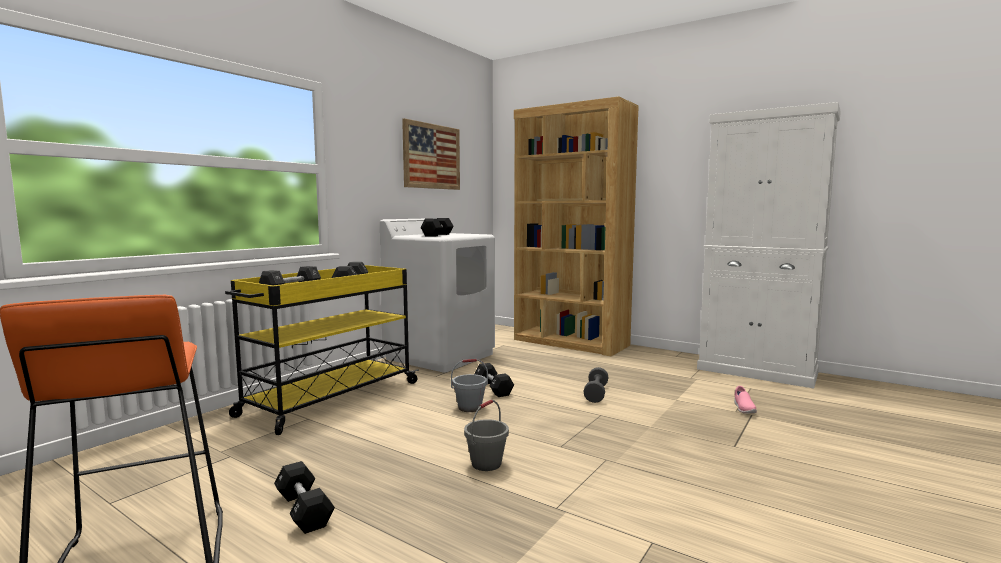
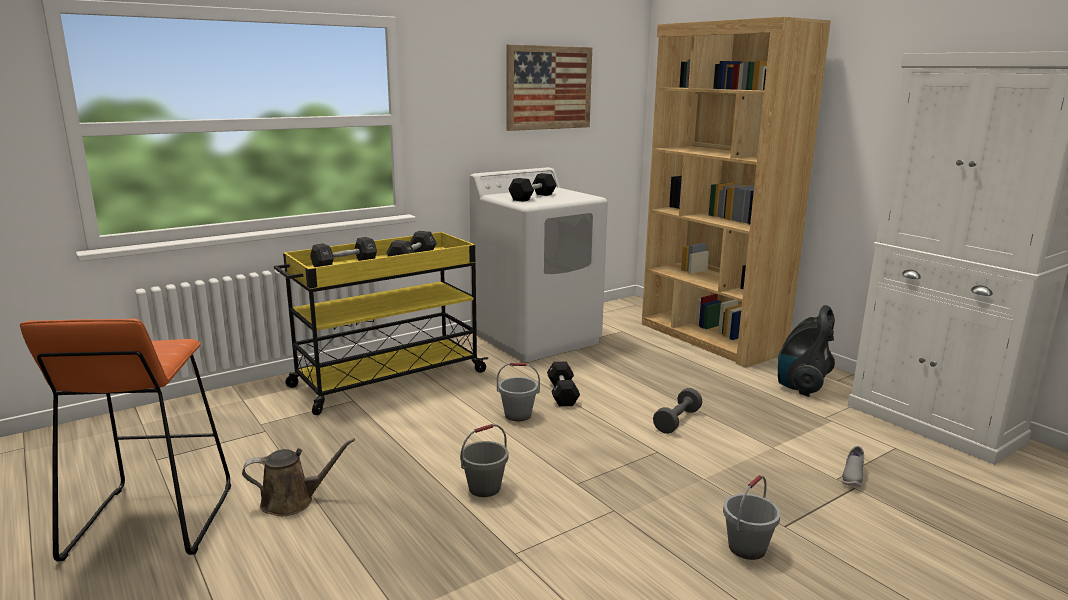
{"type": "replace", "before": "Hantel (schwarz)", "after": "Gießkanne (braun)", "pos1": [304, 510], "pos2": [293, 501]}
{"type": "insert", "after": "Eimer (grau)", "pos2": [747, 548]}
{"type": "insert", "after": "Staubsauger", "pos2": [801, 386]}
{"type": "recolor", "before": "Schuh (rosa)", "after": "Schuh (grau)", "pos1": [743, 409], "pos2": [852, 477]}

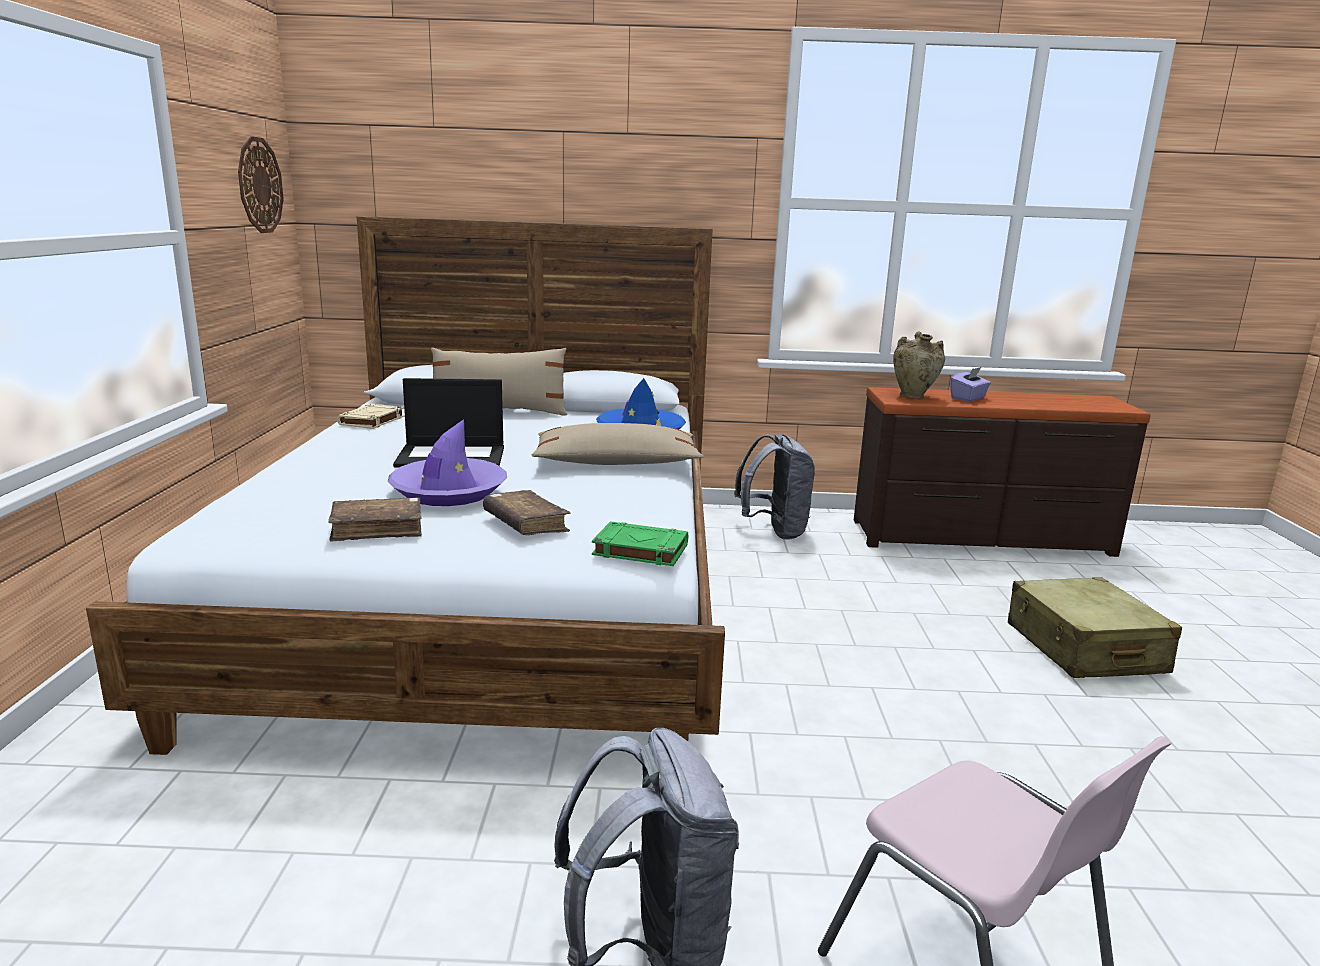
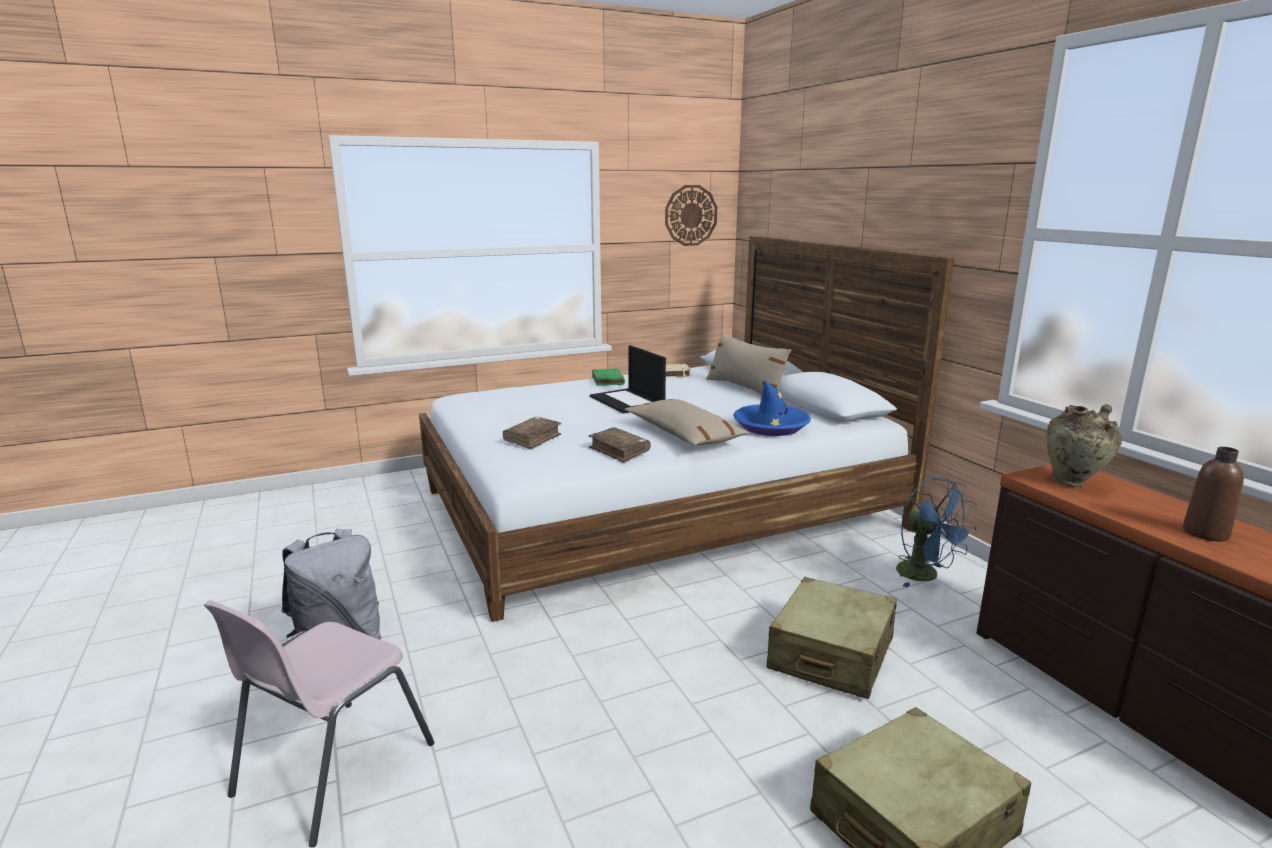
{"type": "move", "before": "Buch (braun)", "pos1": [377, 529], "pos2": [619, 451]}
{"type": "move", "before": "Buch (grün)", "pos1": [639, 550], "pos2": [607, 380]}
{"type": "insert", "after": "Koffer (beige)", "pos2": [831, 654]}
{"type": "replace", "before": "Rucksack (grau)", "after": "Ventilator (blau)", "pos1": [774, 531], "pos2": [925, 576]}
{"type": "insert", "after": "Flasche (braun)", "pos2": [1205, 533]}
{"type": "delete", "before": "Hut (lila)", "pos1": [448, 492]}
{"type": "delete", "before": "Taschentuchbox (lila)", "pos1": [968, 398]}

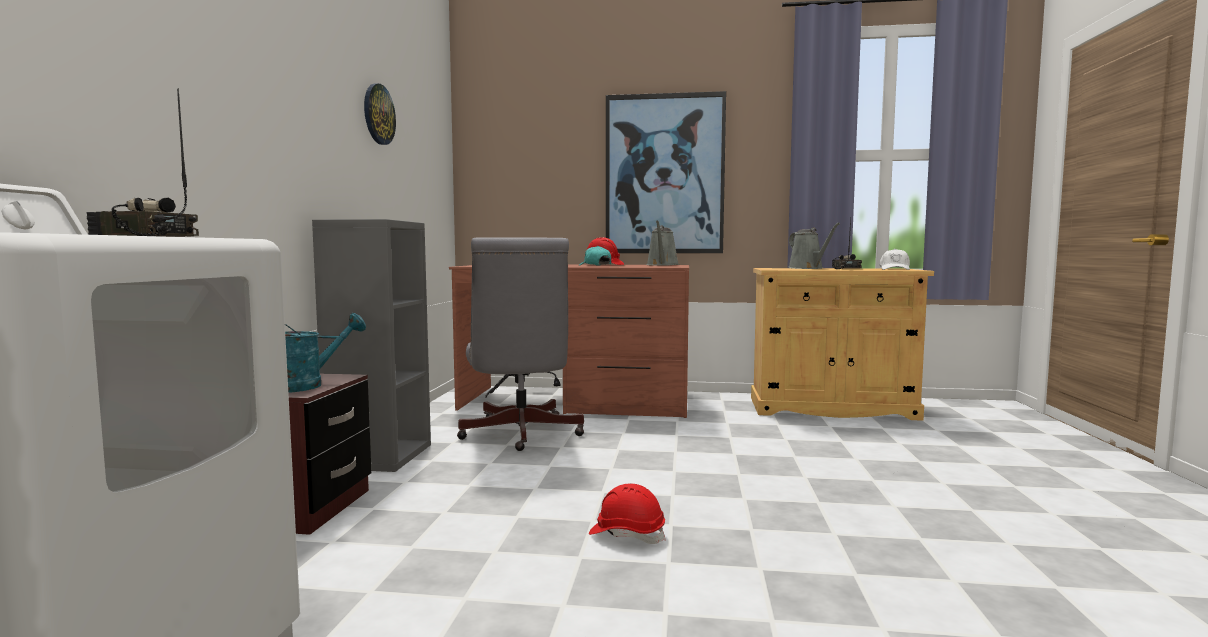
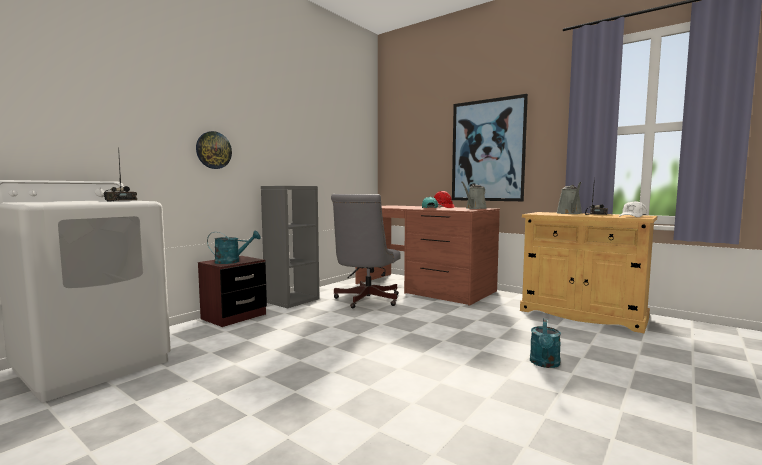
{"type": "move", "before": "Wanduhr", "pos1": [378, 114], "pos2": [213, 150]}
{"type": "insert", "after": "Gießkanne (türkis)", "pos2": [545, 364]}
{"type": "delete", "before": "Schutzhelm (rot)", "pos1": [627, 535]}

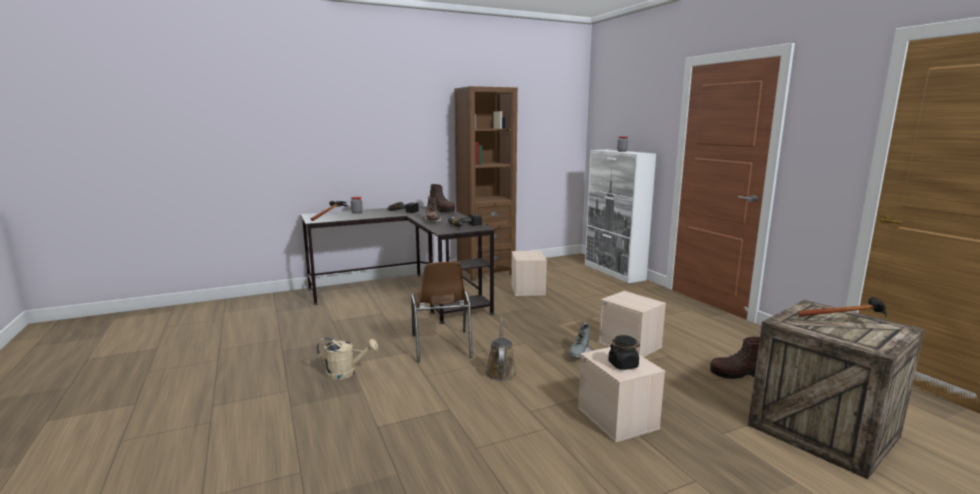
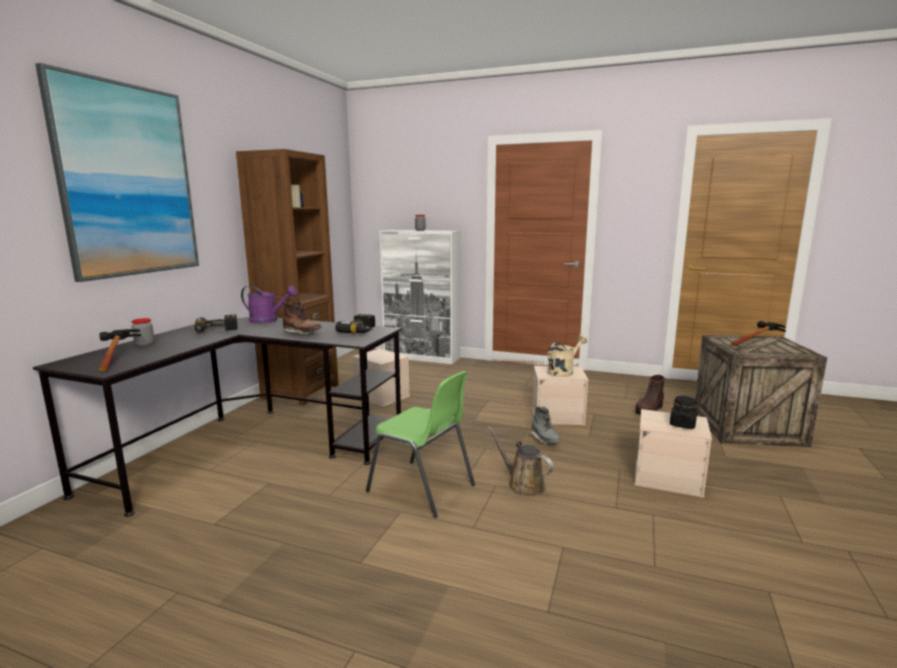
{"type": "insert", "after": "Bild", "pos2": [128, 181]}
{"type": "replace", "before": "Stiefel (braun)", "after": "Gießkanne (lila)", "pos1": [442, 211], "pos2": [268, 320]}
{"type": "recolor", "before": "Stuhl (braun)", "after": "Stuhl (grün)", "pos1": [441, 347], "pos2": [422, 489]}
{"type": "move", "before": "Gießkanne (beige)", "pos1": [346, 373], "pos2": [563, 372]}

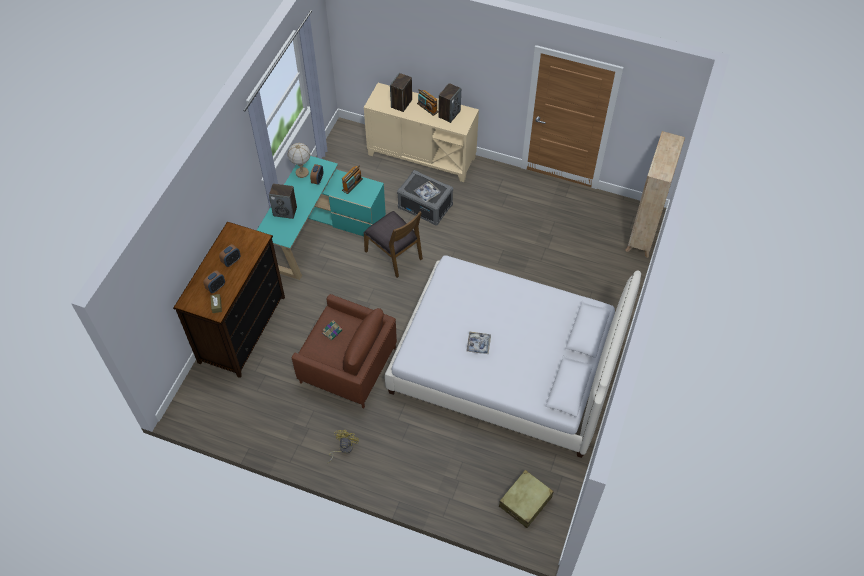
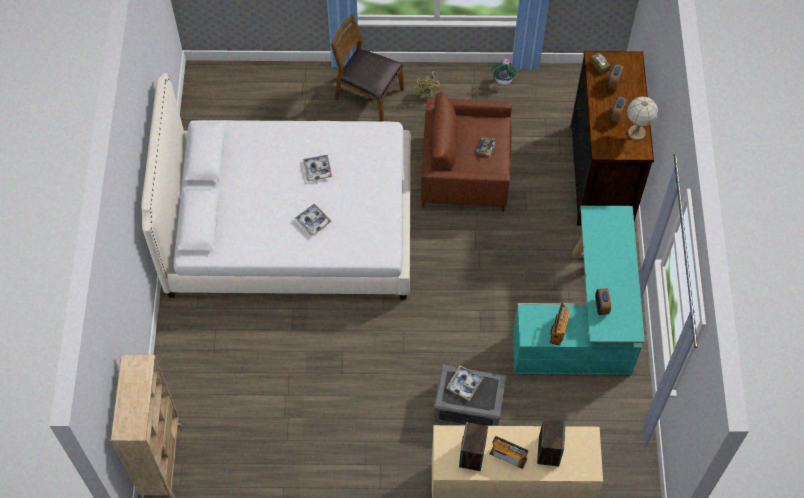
{"type": "insert", "after": "Tablett", "pos2": [313, 221]}
{"type": "move", "before": "Stuhl (braun)", "pos1": [394, 254], "pos2": [368, 95]}
{"type": "insert", "after": "Ventilator (grün)", "pos2": [503, 80]}
{"type": "move", "before": "Tischlampe", "pos1": [302, 172], "pos2": [636, 133]}
{"type": "delete", "before": "Lautsprecher", "pos1": [285, 211]}
{"type": "delete", "before": "Koffer (beige)", "pos1": [525, 502]}

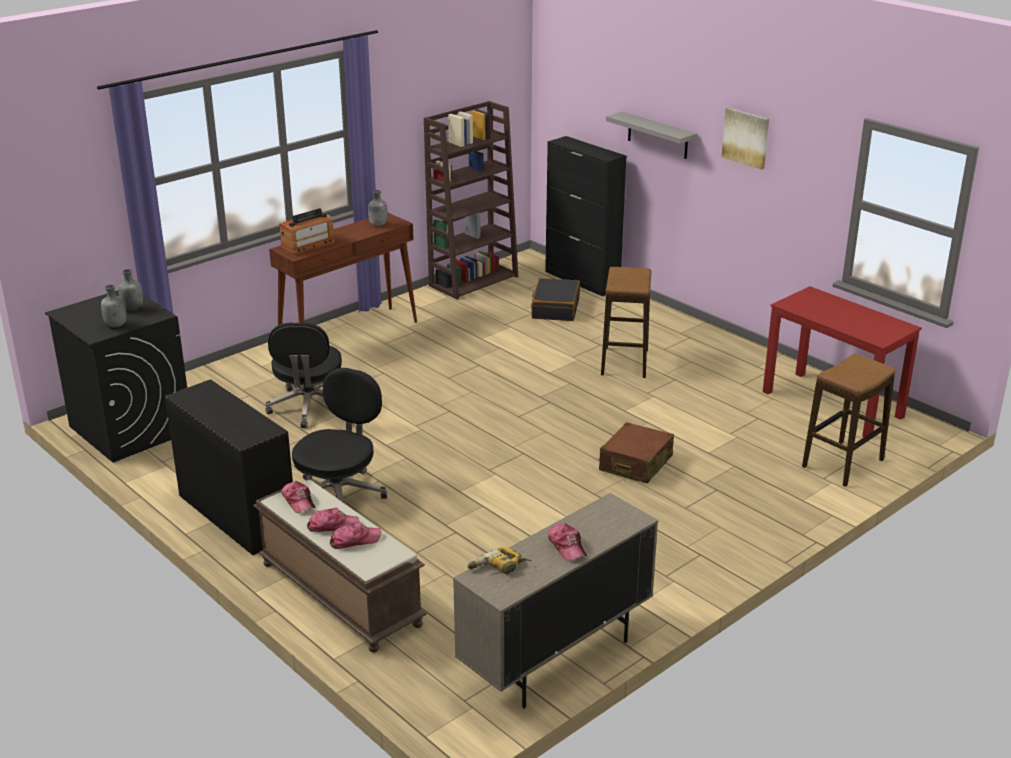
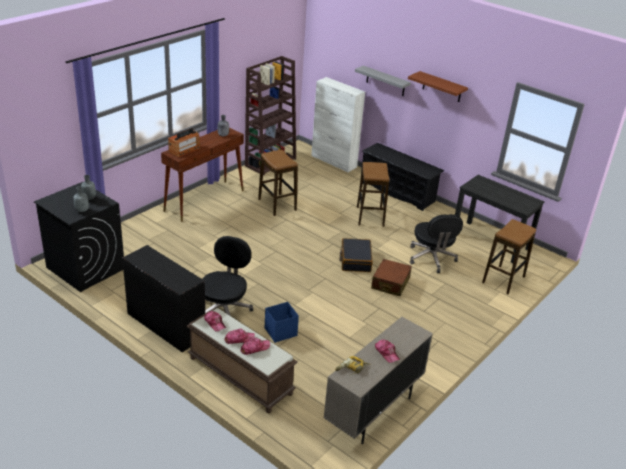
{"type": "insert", "after": "Hocker", "pos2": [277, 205]}
{"type": "insert", "after": "Aufbewahrungsbox (blau)", "pos2": [280, 332]}
{"type": "recolor", "before": "Schrank (schwarz)", "after": "Schrank (weiß)", "pos1": [582, 280], "pos2": [334, 161]}
{"type": "move", "before": "Koffer (schwarz)", "pos1": [555, 308], "pos2": [355, 260]}
{"type": "insert", "after": "Schuhregal (schwarz)", "pos2": [397, 192]}
{"type": "replace", "before": "Bild", "after": "Wandregal (braun)", "pos1": [746, 137], "pos2": [442, 87]}
{"type": "move", "before": "Bürostuhl (schwarz)", "pos1": [309, 407], "pos2": [431, 258]}
{"type": "recolor", "before": "Schreibtisch (rot)", "after": "Schreibtisch (schwarz)", "pos1": [832, 404], "pos2": [490, 242]}

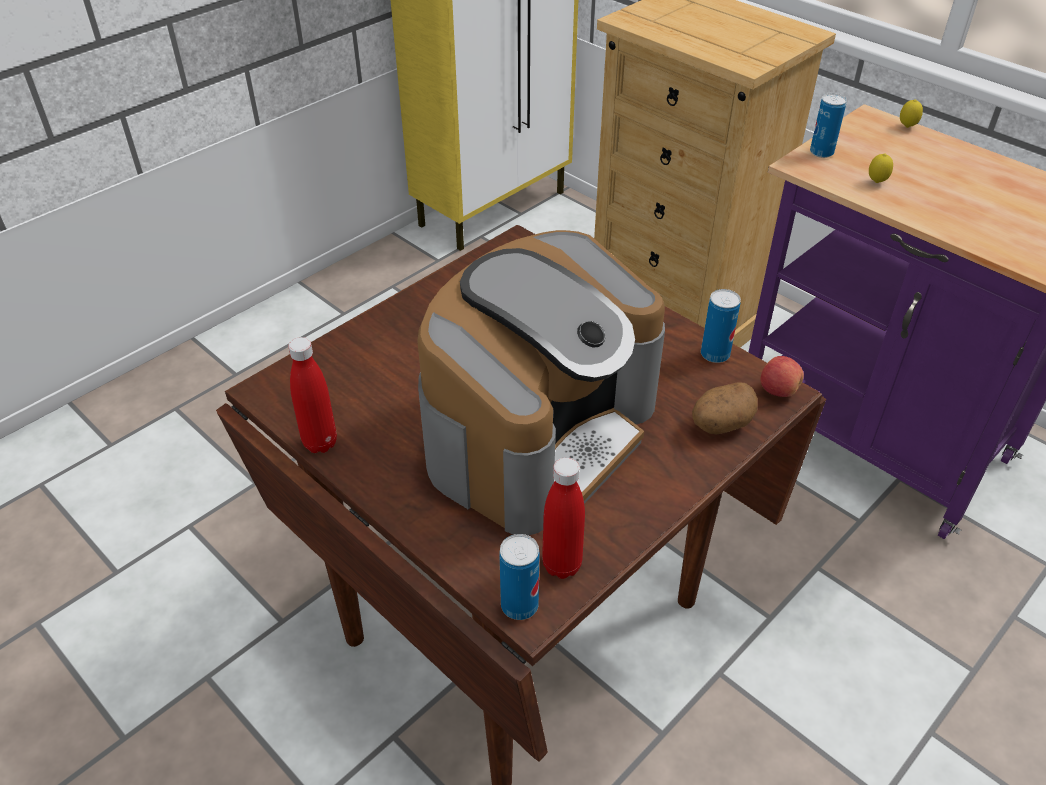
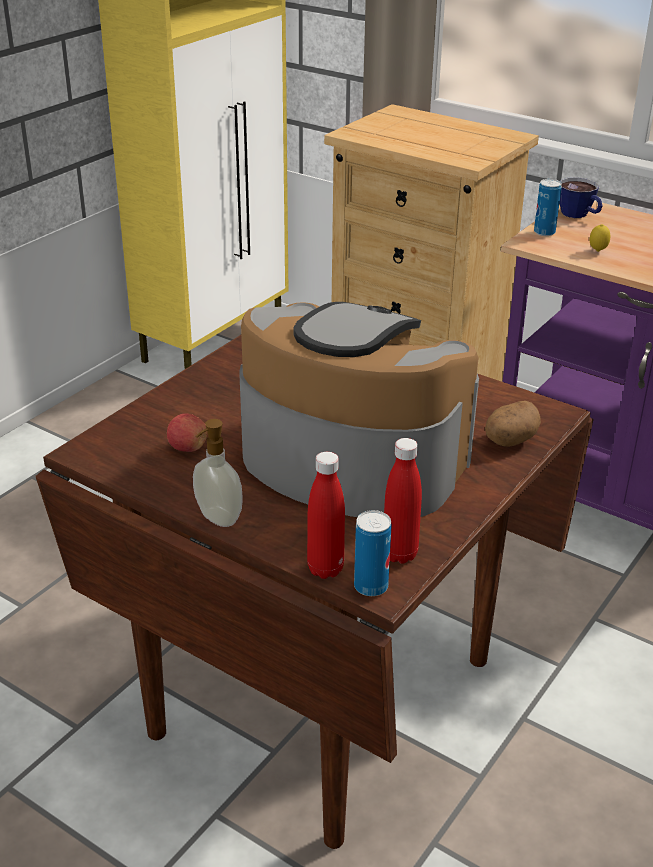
{"type": "move", "before": "Apfel", "pos1": [778, 390], "pos2": [187, 448]}
{"type": "insert", "after": "Seifenspender", "pos2": [217, 518]}
{"type": "rotate", "before": "Kaffeemaschine", "pos1": [538, 432], "pos2": [350, 461], "turn": -90}
{"type": "move", "before": "Flasche (rot)", "pos1": [320, 443], "pos2": [325, 569]}
{"type": "insert", "after": "Tasse", "pos2": [579, 215]}
{"type": "delete", "before": "Dose", "pos1": [715, 354]}
{"type": "delete", "before": "Zitrone", "pos1": [907, 127]}

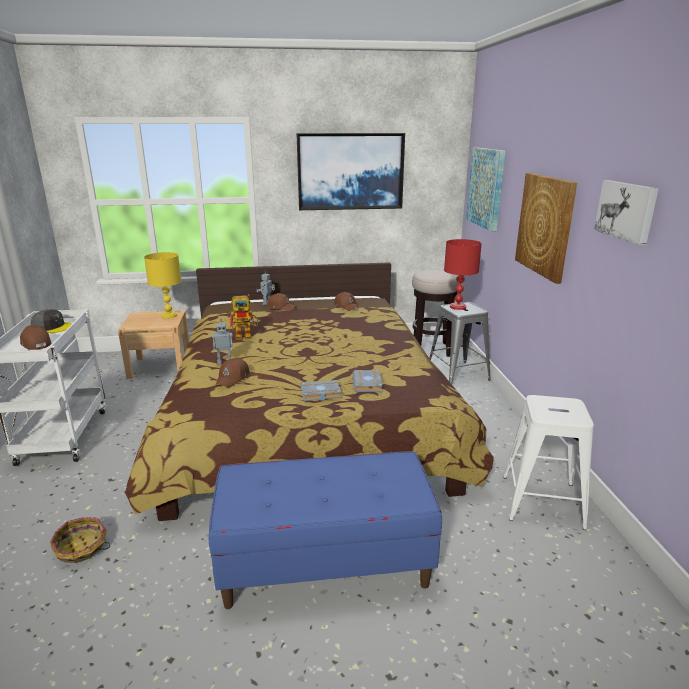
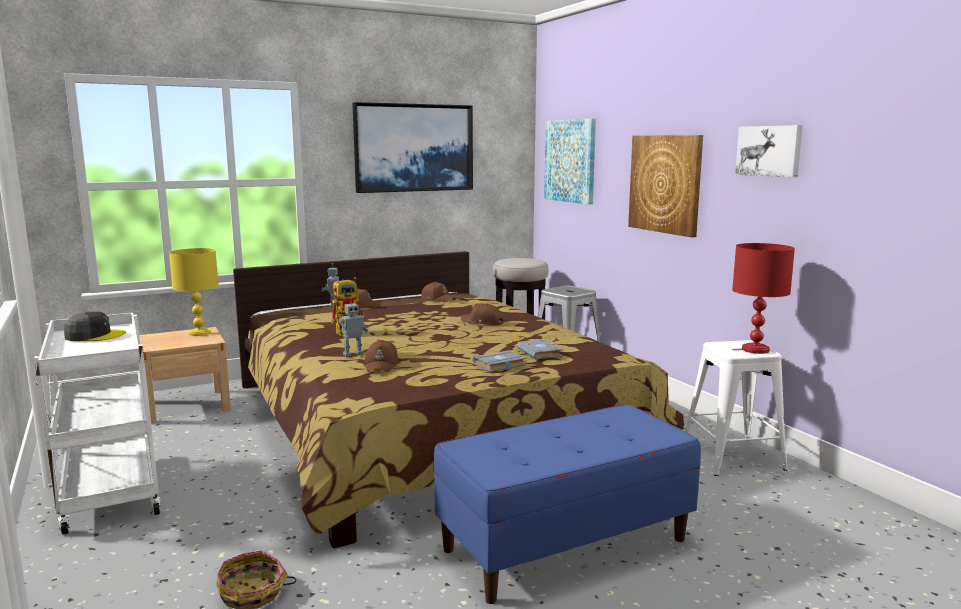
{"type": "move", "before": "Kappe (braun)", "pos1": [35, 343], "pos2": [482, 322]}
{"type": "move", "before": "Tischlampe (rot)", "pos1": [458, 307], "pos2": [755, 349]}

